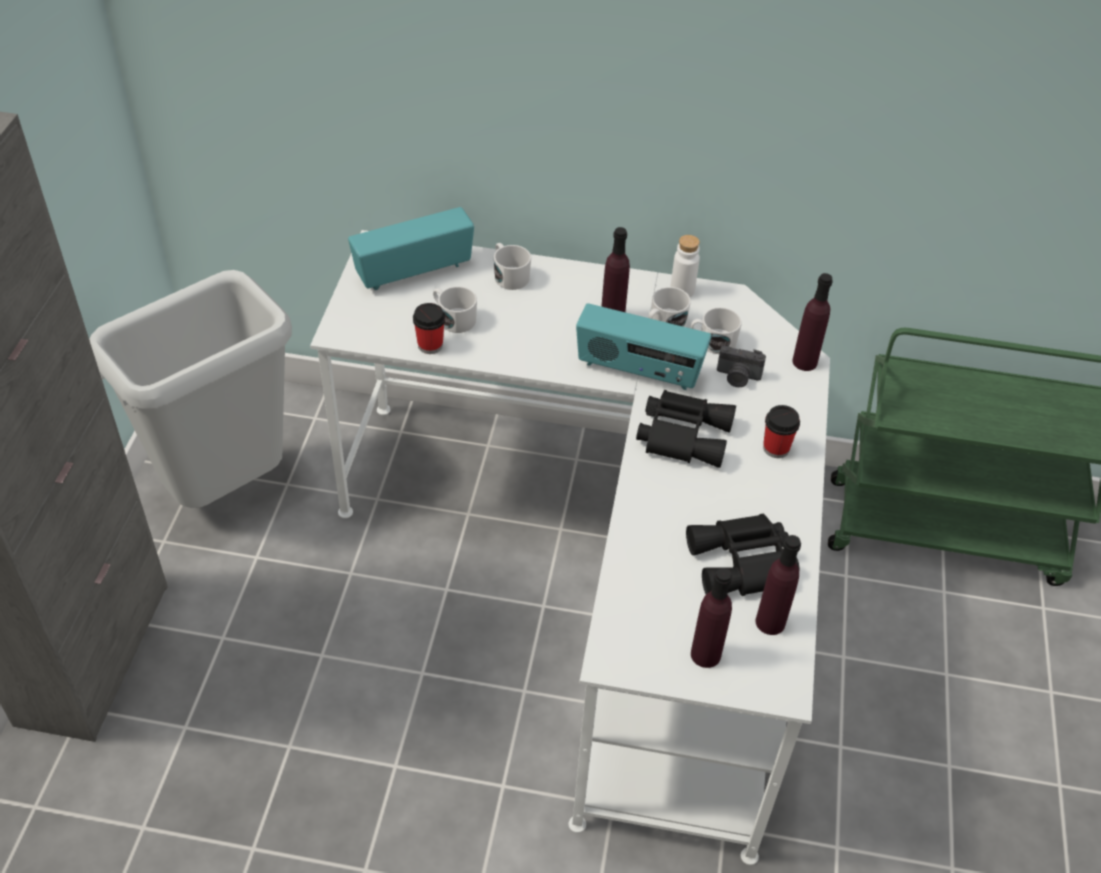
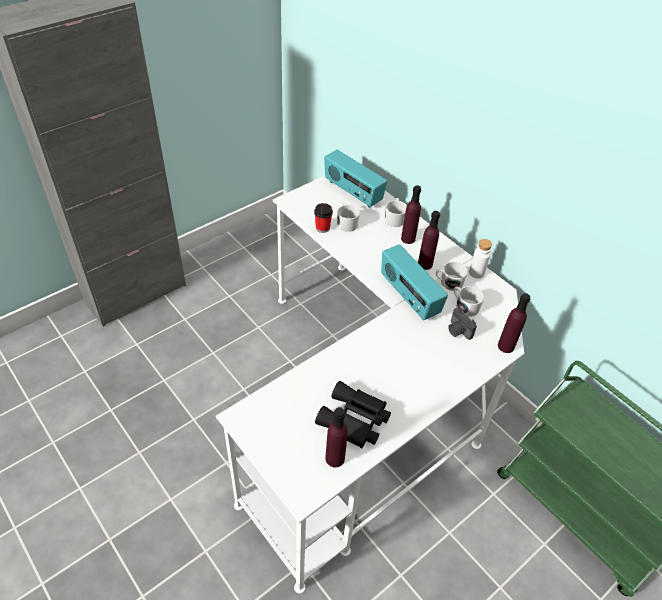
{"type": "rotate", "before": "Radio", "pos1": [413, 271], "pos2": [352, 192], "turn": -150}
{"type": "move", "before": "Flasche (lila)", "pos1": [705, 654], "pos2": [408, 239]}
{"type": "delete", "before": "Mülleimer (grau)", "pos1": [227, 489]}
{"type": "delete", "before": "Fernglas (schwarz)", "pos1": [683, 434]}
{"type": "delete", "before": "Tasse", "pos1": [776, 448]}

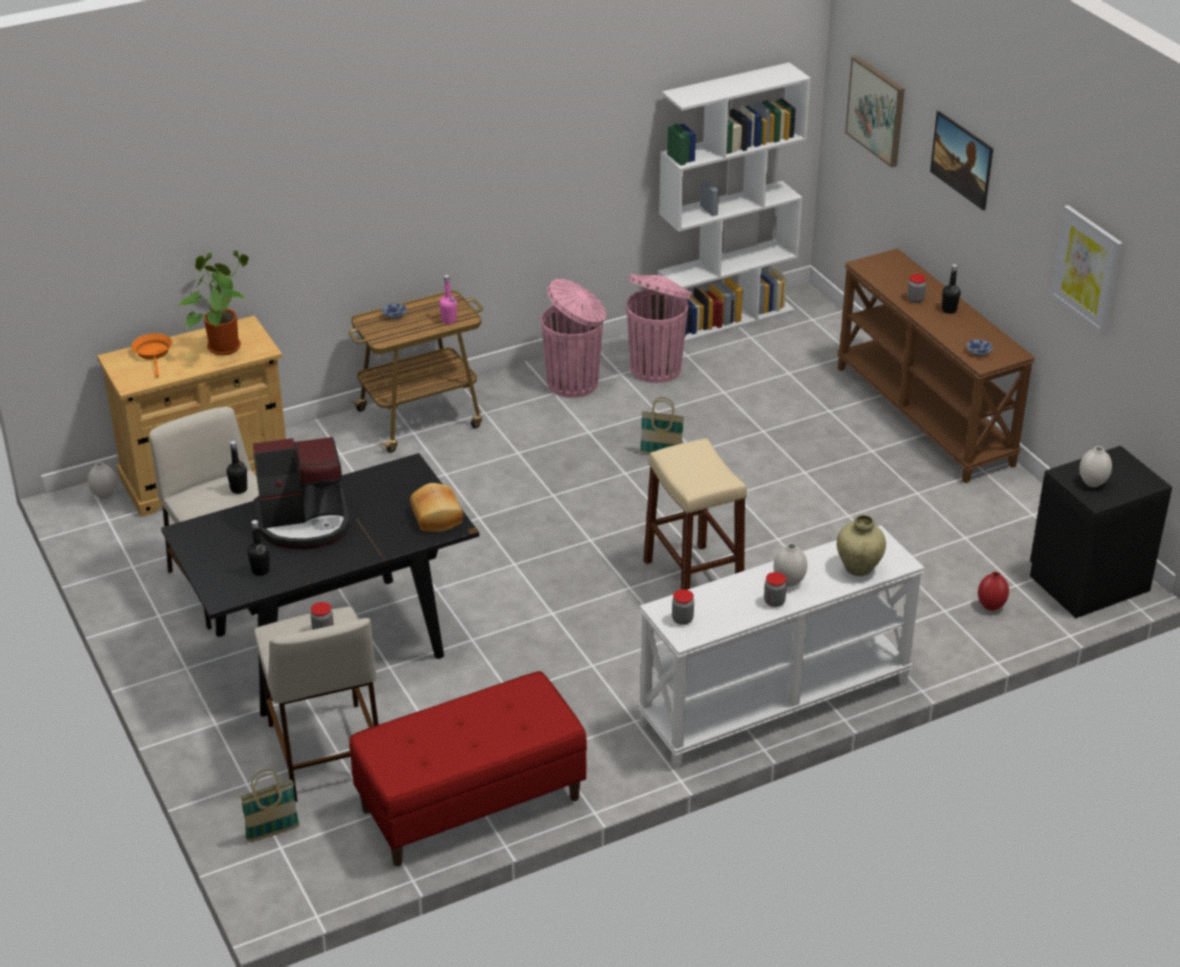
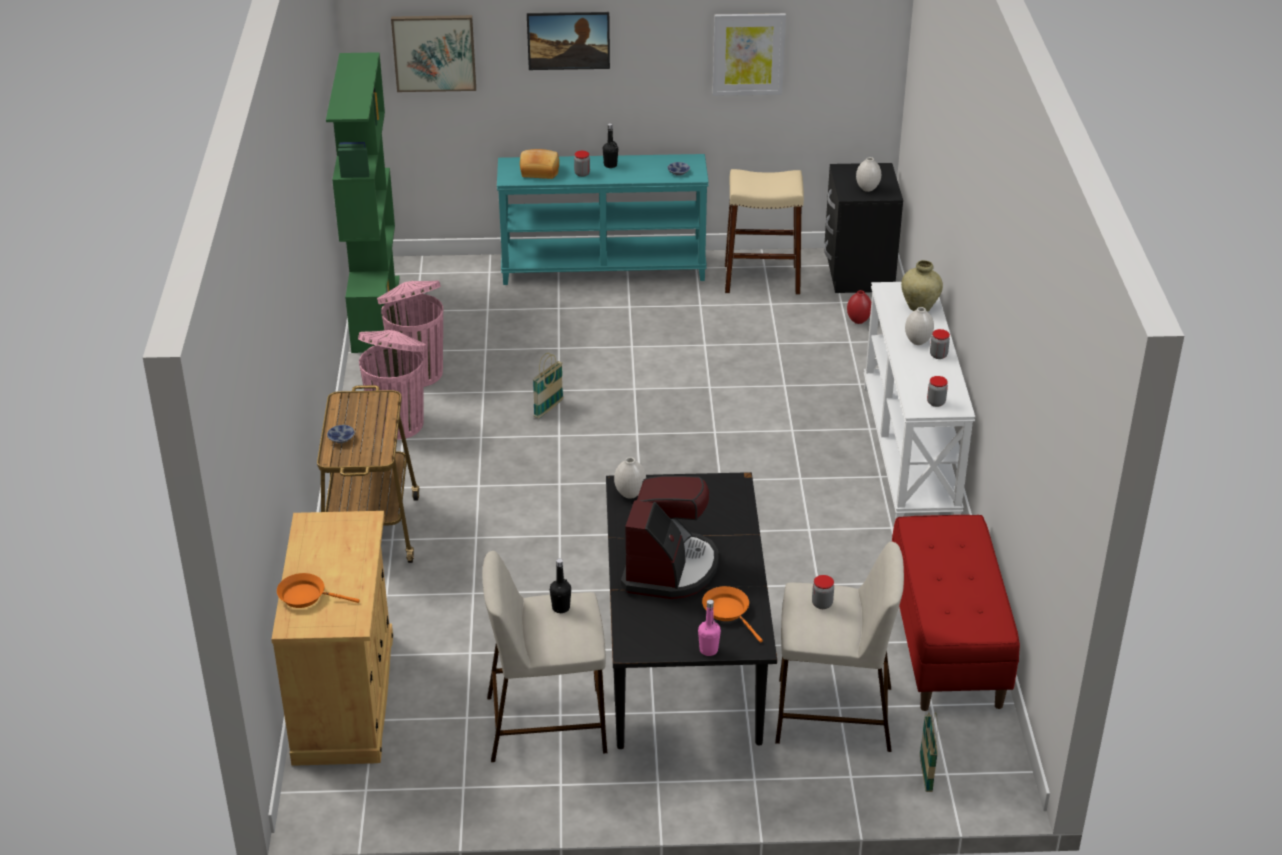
{"type": "recolor", "before": "Bücherregal (weiß)", "after": "Bücherregal (grün)", "pos1": [726, 318], "pos2": [375, 313]}
{"type": "recolor", "before": "Konsolentisch (braun)", "after": "Konsolentisch (türkis)", "pos1": [925, 415], "pos2": [604, 268]}
{"type": "move", "before": "Brot", "pos1": [438, 517], "pos2": [540, 171]}
{"type": "move", "before": "Vase (weiß)", "pos1": [104, 495], "pos2": [629, 494]}
{"type": "move", "before": "Flasche (rosa)", "pos1": [449, 320], "pos2": [708, 650]}
{"type": "replace", "before": "Flasche (schwarz)", "after": "Pfanne (orange)", "pos1": [260, 570], "pos2": [728, 612]}
{"type": "move", "before": "Hocker (beige)", "pos1": [693, 579], "pos2": [762, 279]}
{"type": "delete", "before": "Topfpflanze", "pos1": [222, 345]}

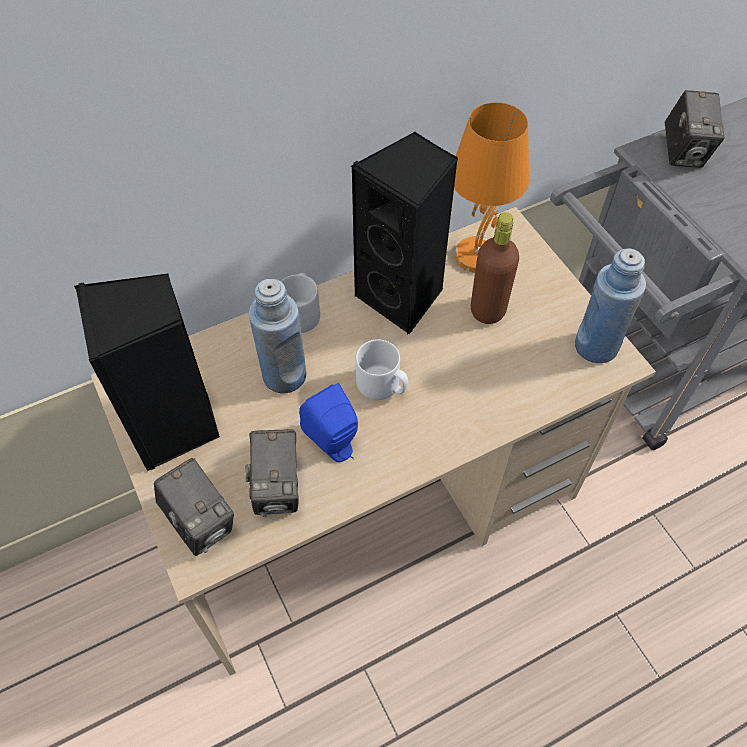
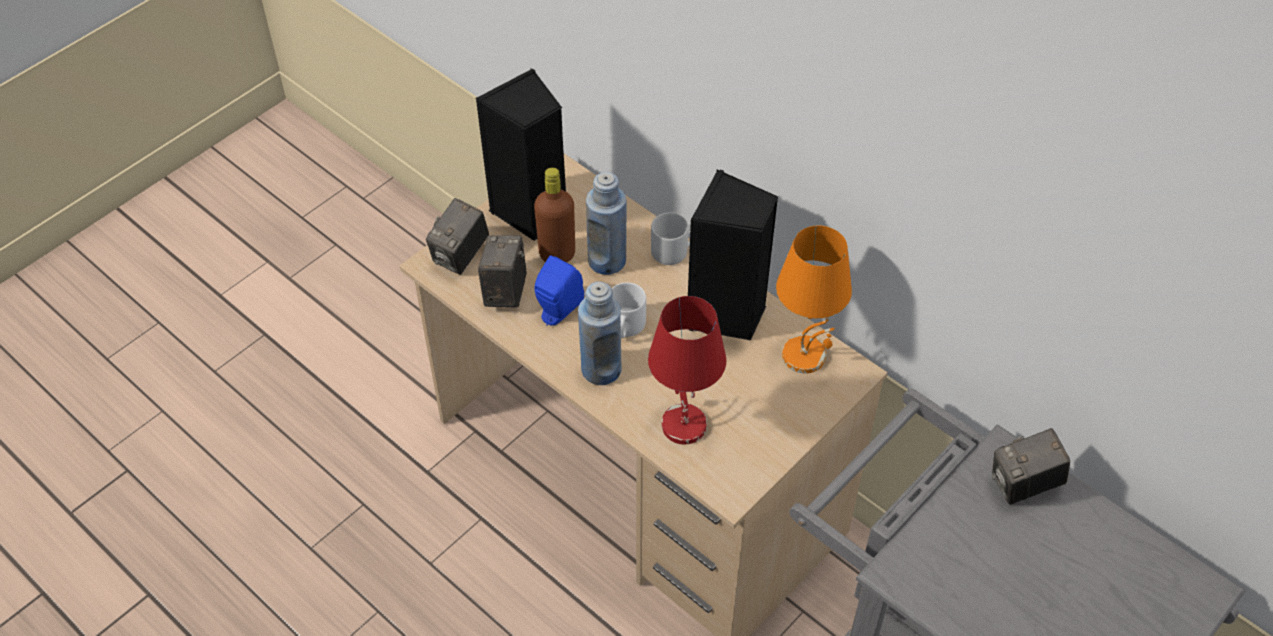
{"type": "rotate", "before": "Kamera", "pos1": [278, 488], "pos2": [505, 290], "turn": 120}
{"type": "move", "before": "Flasche (braun)", "pos1": [488, 310], "pos2": [557, 254]}
{"type": "move", "before": "Flasche (blau)", "pos1": [595, 346], "pos2": [601, 369]}
{"type": "insert", "after": "Tischlampe (rot)", "pos2": [682, 424]}

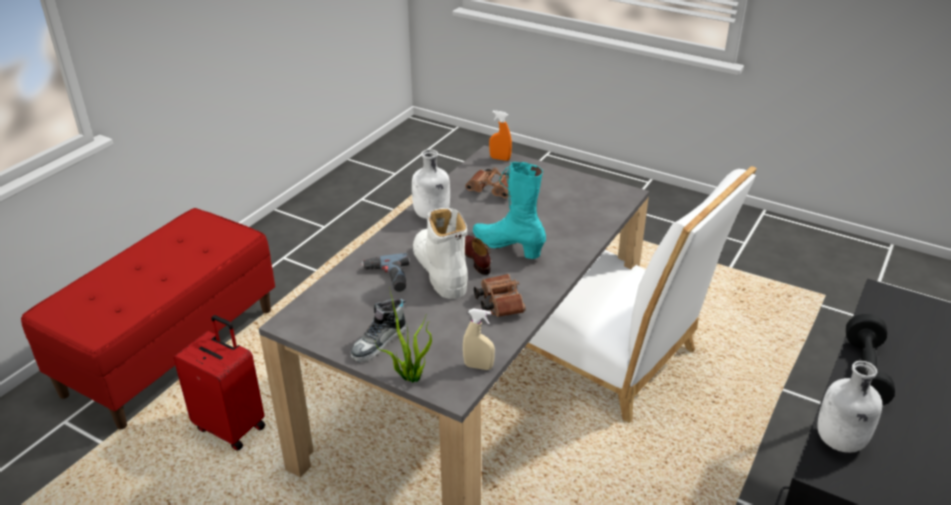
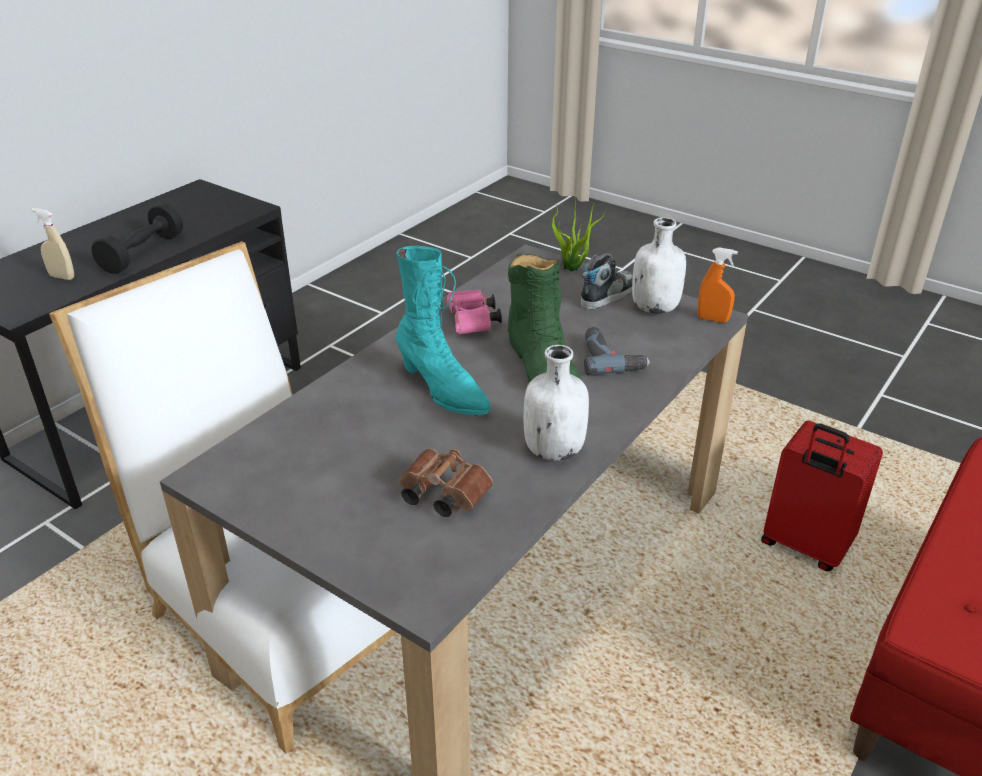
{"type": "move", "before": "Sprühflasche (beige)", "pos1": [478, 366], "pos2": [62, 277]}
{"type": "recolor", "before": "Fernglas (braun)", "after": "Fernglas (rosa)", "pos1": [498, 303], "pos2": [472, 323]}
{"type": "recolor", "before": "Stiefel (weiß)", "after": "Stiefel (grün)", "pos1": [440, 270], "pos2": [541, 364]}
{"type": "move", "before": "Flasche (weiß)", "pos1": [839, 442], "pos2": [655, 308]}
{"type": "move", "before": "Sprühflasche (orange)", "pos1": [500, 158], "pos2": [712, 319]}
{"type": "delete", "before": "Schuh (braun)", "pos1": [476, 258]}

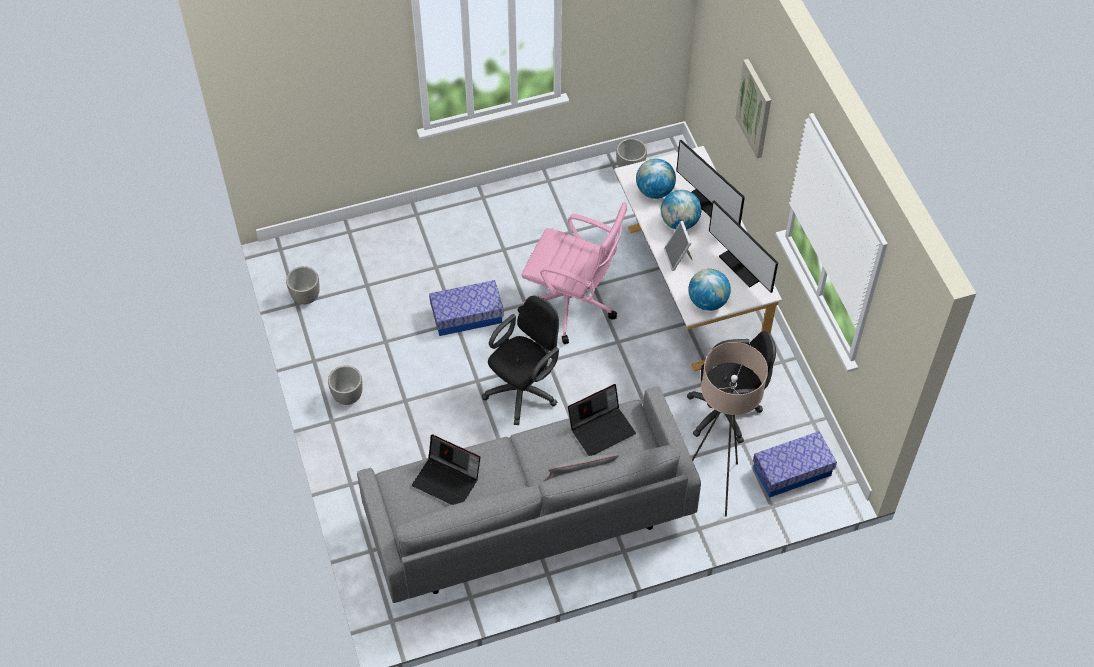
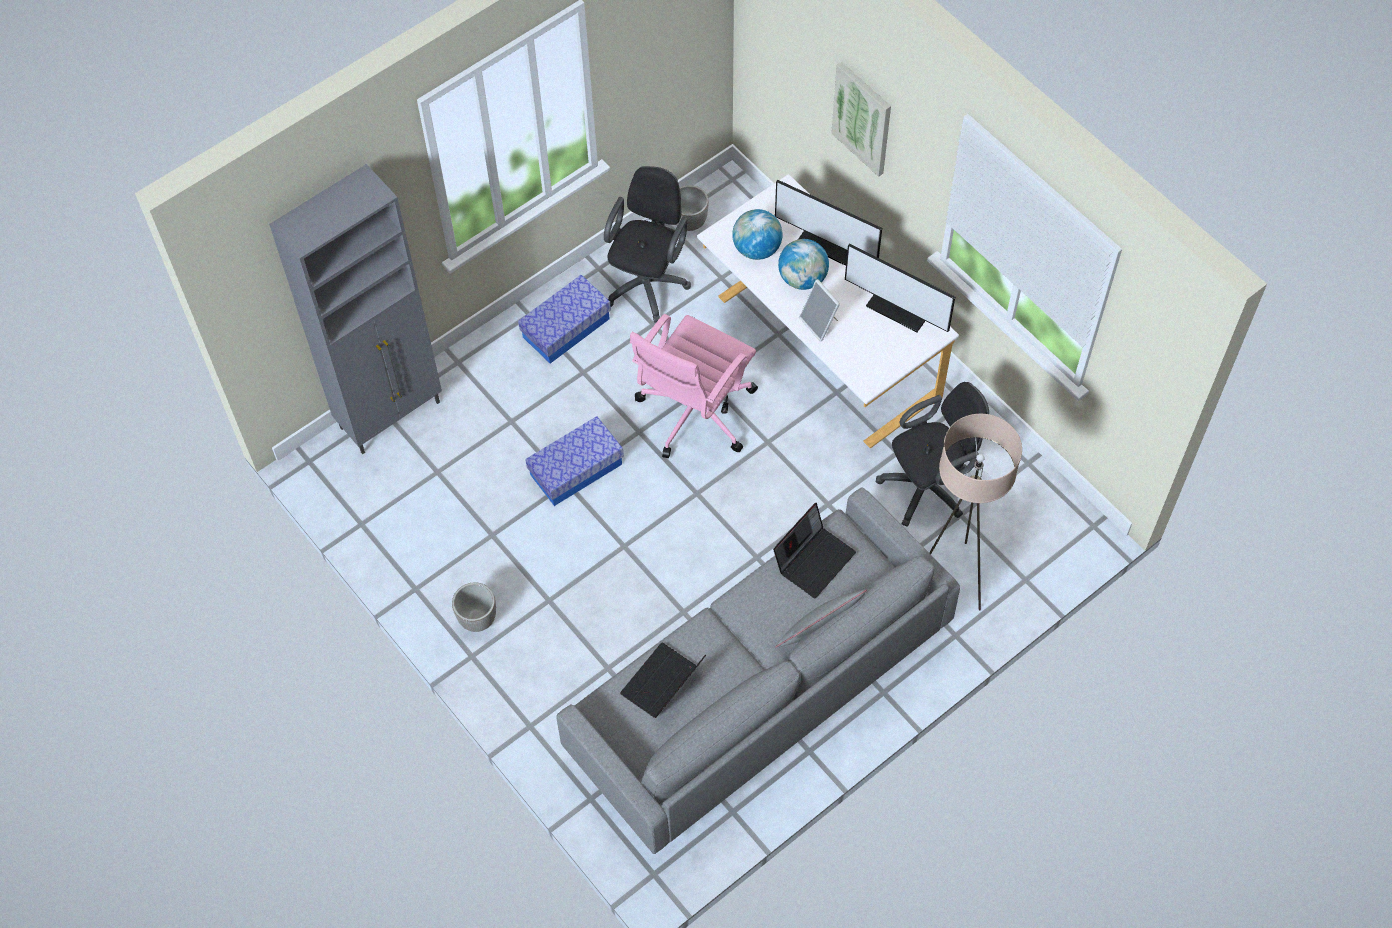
{"type": "insert", "after": "Schrank (grau)", "pos2": [392, 415]}
{"type": "move", "before": "Aufbewahrungsbox", "pos1": [792, 471], "pos2": [566, 328]}
{"type": "move", "before": "Bürostuhl (schwarz)", "pos1": [524, 389], "pos2": [648, 282]}
{"type": "rotate", "before": "Laptop", "pos1": [448, 480], "pos2": [663, 685], "turn": 120}
{"type": "rotate", "before": "Bürostuhl (rosa)", "pos1": [572, 304], "pos2": [694, 414], "turn": 120}
{"type": "delete", "before": "Pflanzkübel", "pos1": [305, 297]}
{"type": "delete", "before": "Globus", "pos1": [707, 301]}

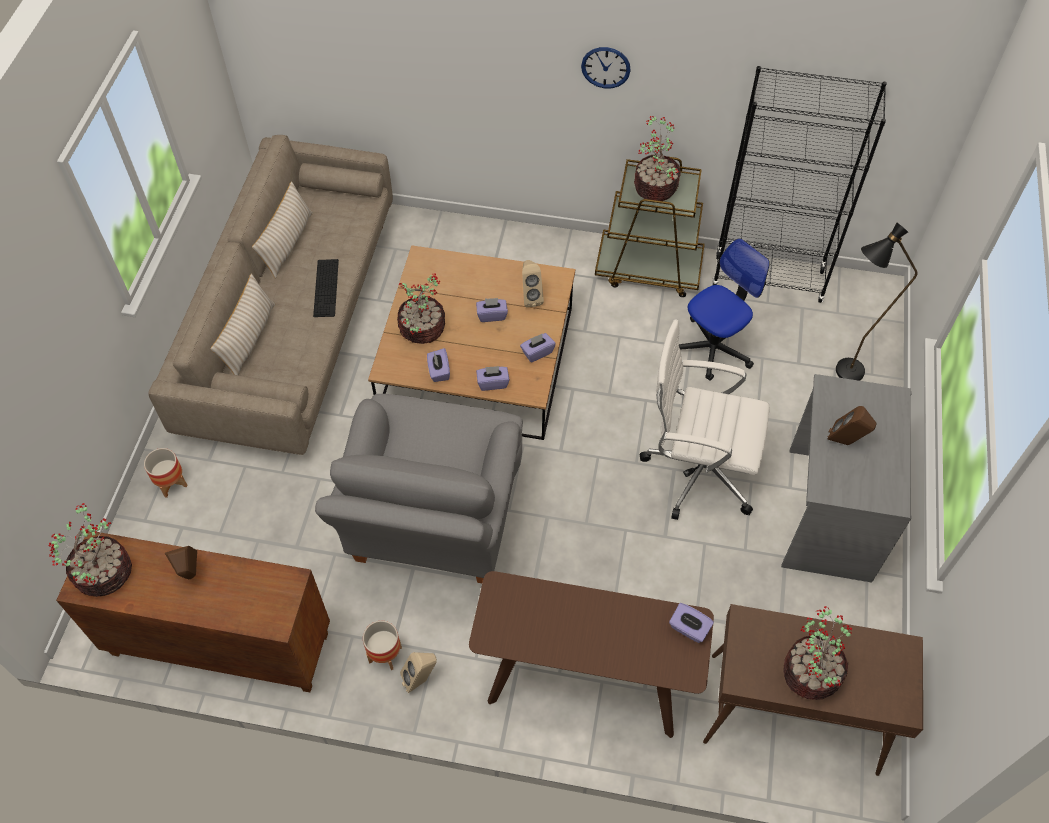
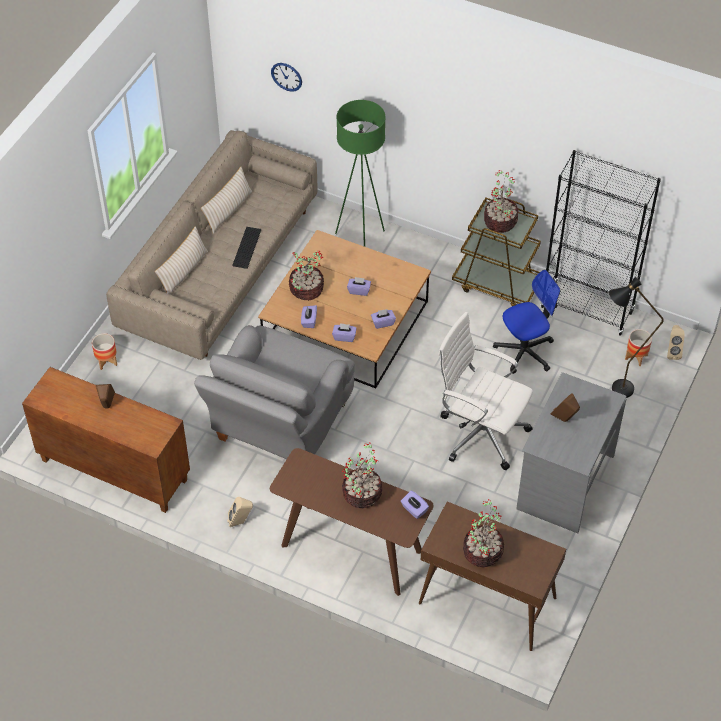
{"type": "move", "before": "Wanduhr", "pos1": [605, 67], "pos2": [286, 76]}
{"type": "insert", "after": "Stehlampe (grün)", "pos2": [360, 241]}
{"type": "move", "before": "Topfpflanze", "pos1": [105, 572], "pos2": [362, 493]}
{"type": "move", "before": "Pflanzkübel", "pos1": [385, 654], "pos2": [636, 357]}
{"type": "move", "before": "Lautsprecher (beige)", "pos1": [530, 297], "pos2": [672, 352]}

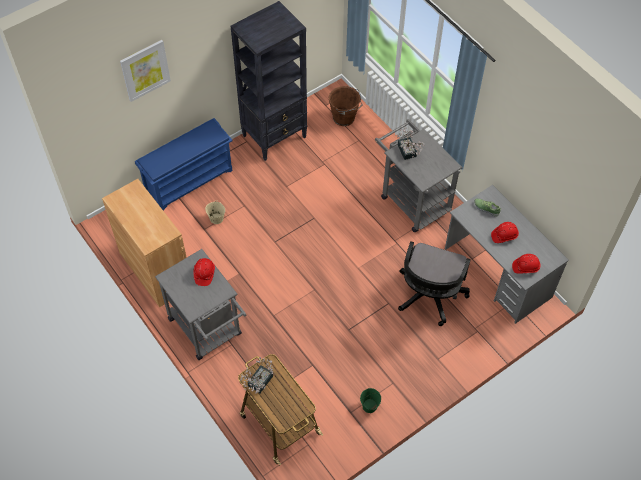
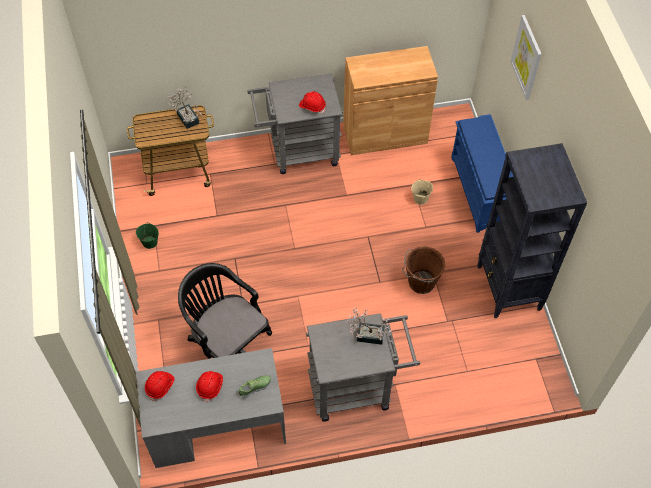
{"type": "move", "before": "Eimer (braun)", "pos1": [344, 118], "pos2": [420, 282]}

